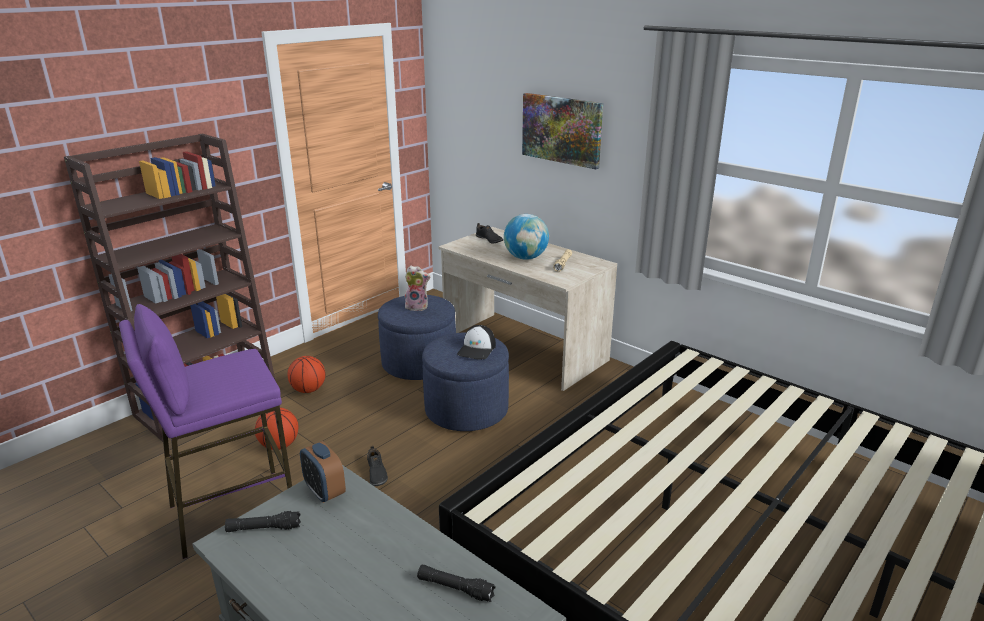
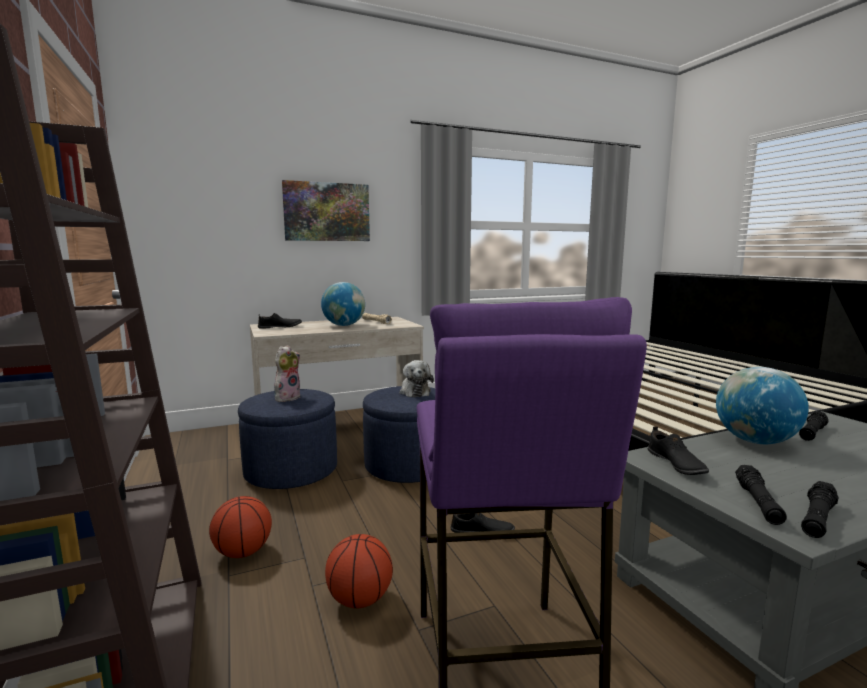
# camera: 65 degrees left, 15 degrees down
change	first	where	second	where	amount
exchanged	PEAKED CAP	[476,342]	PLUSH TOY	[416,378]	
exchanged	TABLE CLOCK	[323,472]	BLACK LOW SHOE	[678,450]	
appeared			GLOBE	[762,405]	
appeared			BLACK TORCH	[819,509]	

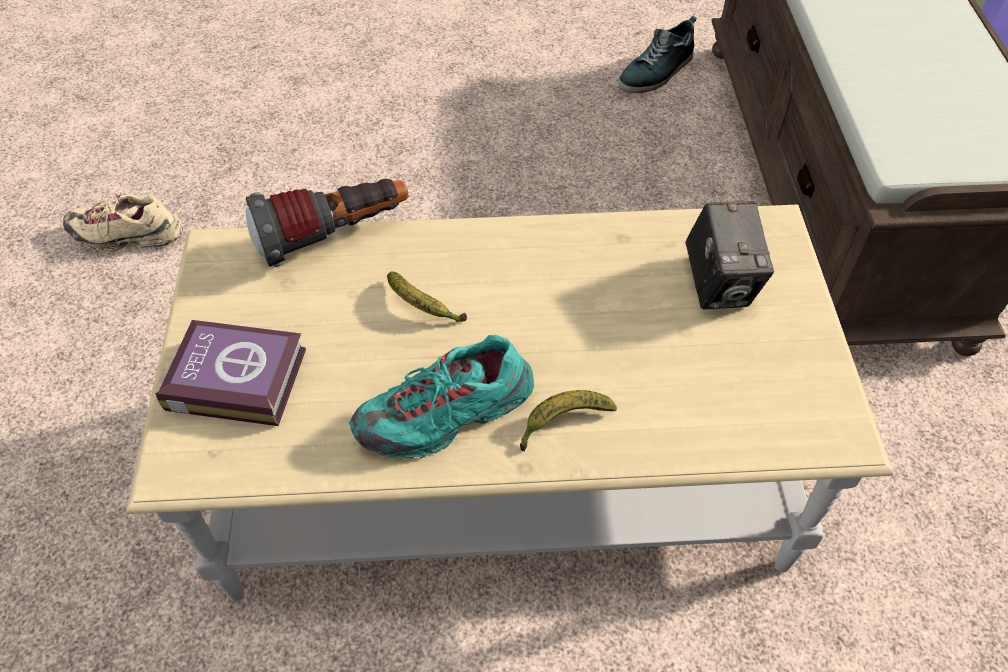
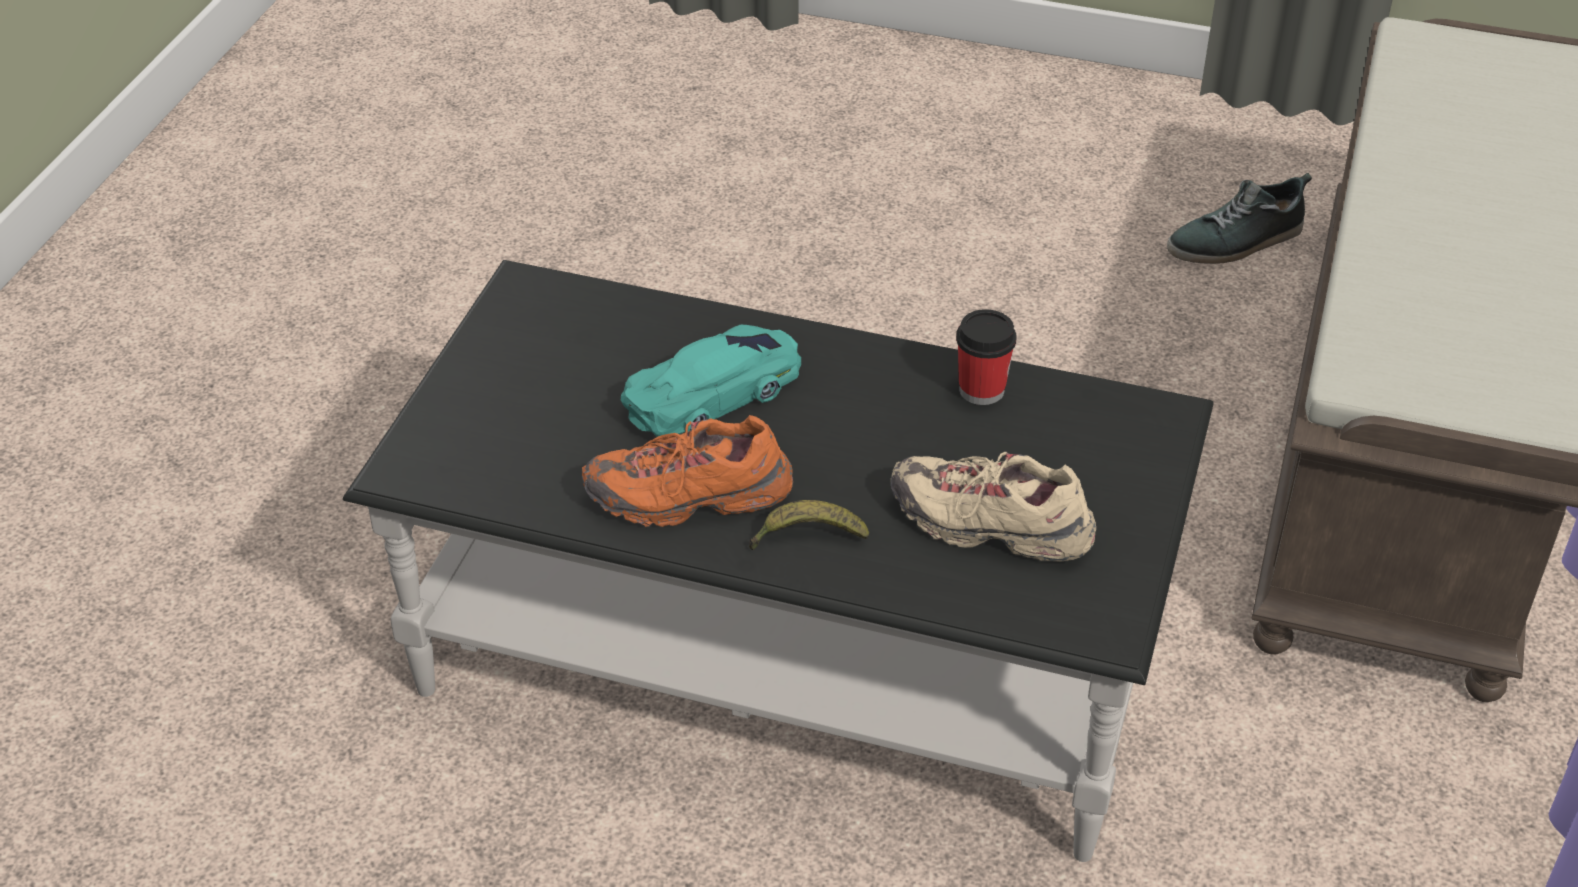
# camera: 20 degrees right, 10 degrees down
change	first	where	second	where	amount
missing	TORCH	[327,223]			
relocated	BEIGE-COLOURED LOW SHOE	[123,223]		[993,507]	
missing	STILL CAMERA	[729,255]			
colour	BEIGE-COLOURED LOW TABLE	[509,403]	BLACK LOW TABLE	[778,561]	
exchanged	BANANA FRUIT	[427,297]	BLUE-GREEN MINIATURE CAR	[711,381]	
missing	BOOK	[230,373]			
colour	BLUE-GREEN LOW SHOE	[441,396]	ORANGE LOW SHOE	[687,471]	
appeared			CUP	[986,357]	

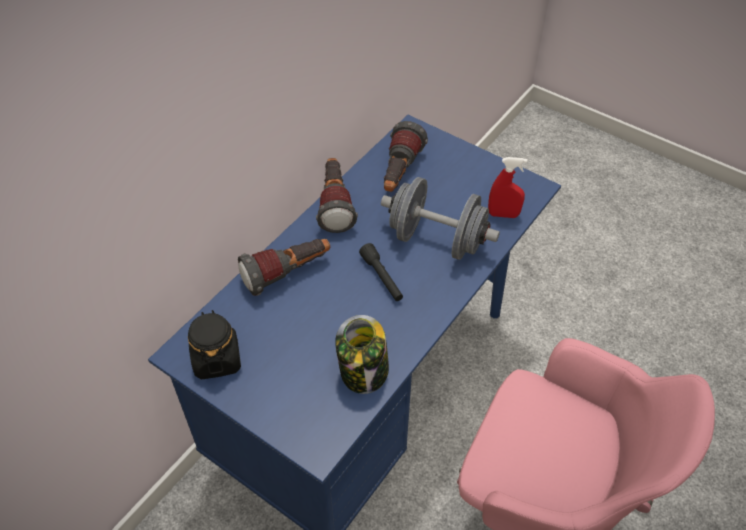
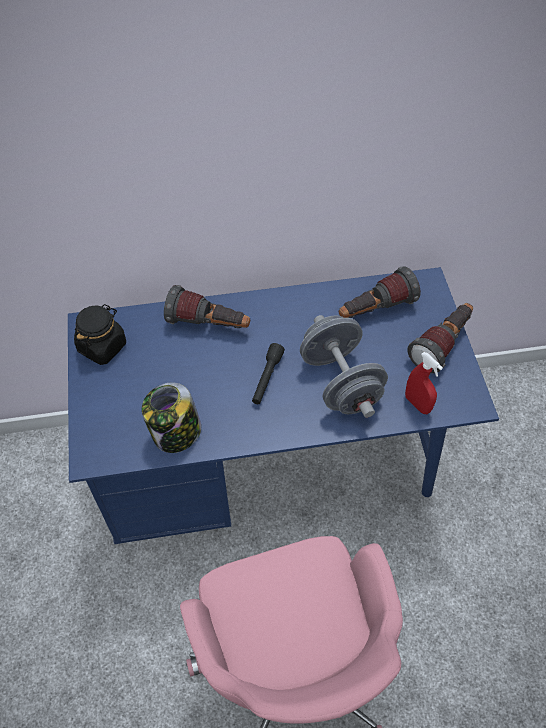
# camera: 45 degrees right, 5 degrees up
change	first	where	second	where	amount
relocated	TORCH	[337,195]		[440,338]	

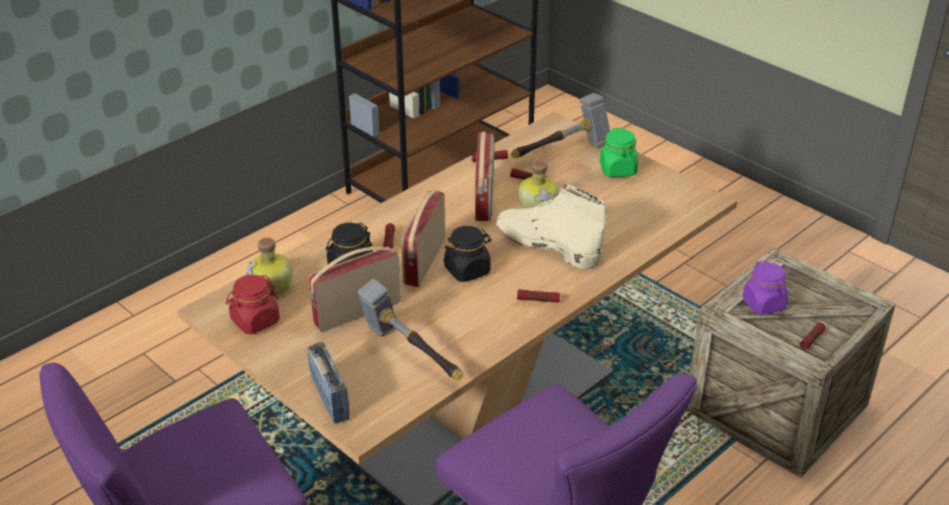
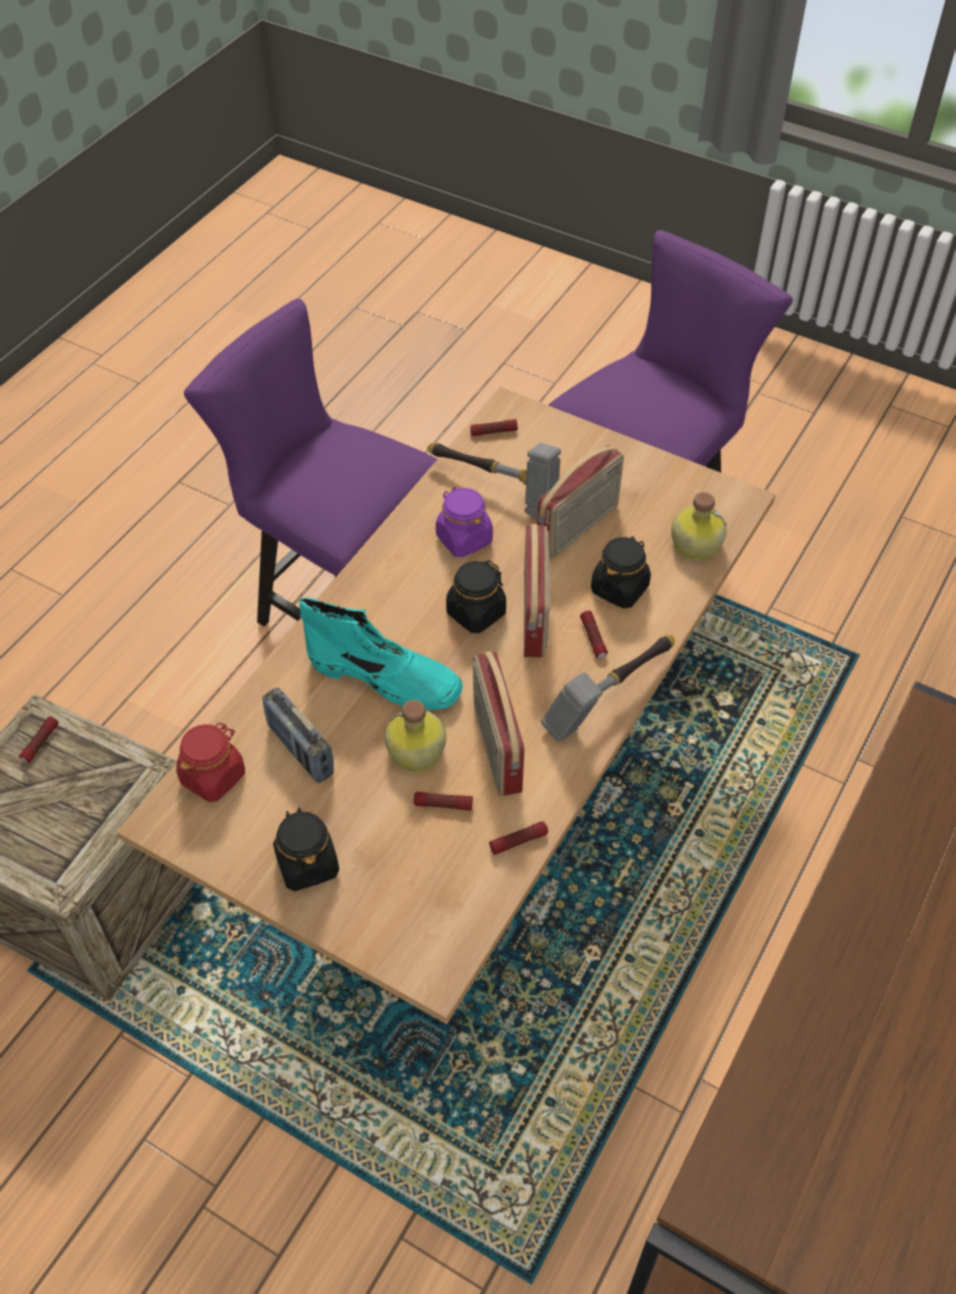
# camera: 165 degrees right, 15 degrees up
change	first	where	second	where	amount
relocated	TOOL HAMMER	[560,125]		[608,688]	
colour	GREEN-COLOURED PRESERVE JAR	[619,152]	BLACK PRESERVE JAR	[306,849]	
colour	BEIGE-COLOURED BOOT	[551,226]	BLUE-GREEN BOOT	[381,654]	
relocated	PURPLE PRESERVE JAR	[765,288]		[464,522]	
relocated	RED PRESERVE JAR	[253,304]		[210,762]	
relocated	TORCH	[538,296]		[494,427]	
relocated	RADIO SET	[328,382]		[298,735]	

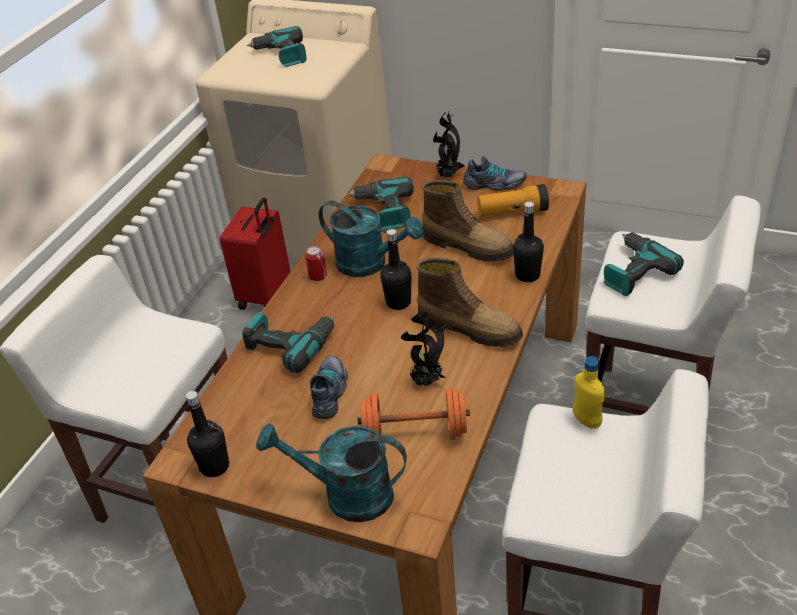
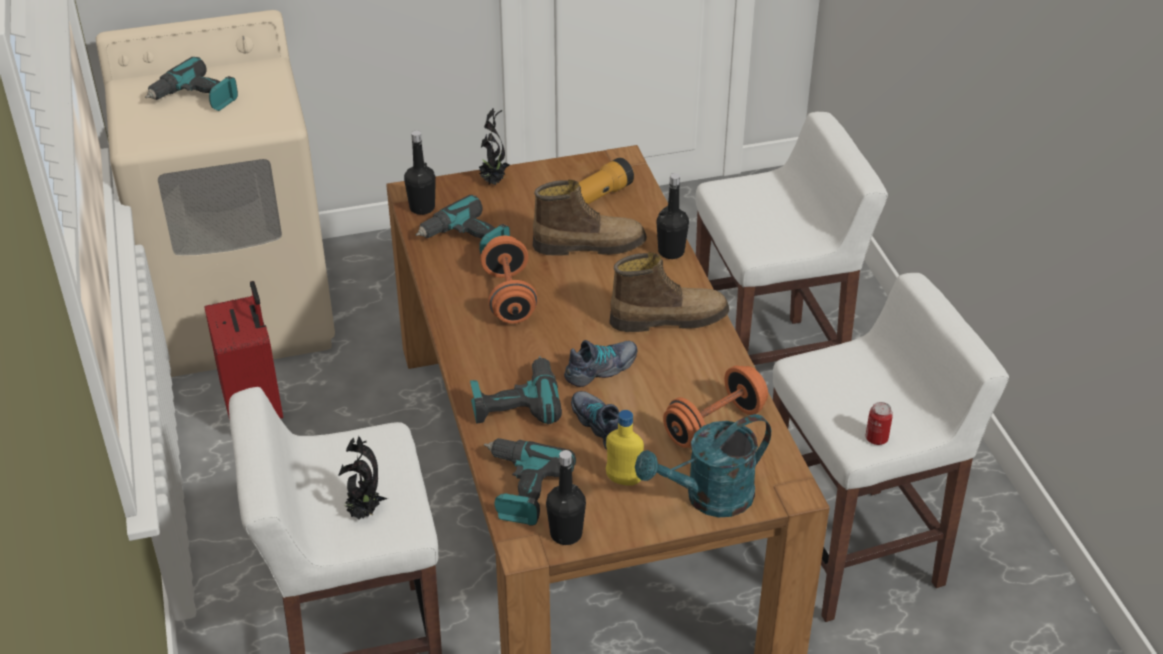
# camera: 40 degrees left, 0 degrees up
change	first	where	second	where	amount
relocated	LOW SHOE	[495,173]		[600,363]	
exchanged	BLUE-GREEN SPRINKLING CAN	[371,239]	ORANGE DUMBBELL	[509,280]	
relocated	BLACK BOTTLE	[395,269]		[420,172]	
relocated	ELECTRIC DRILL	[644,264]		[530,481]	
relocated	CAN	[316,263]		[879,423]	
relocated	HOUSEPLANT	[423,349]		[363,478]	
relocated	YELLOW-COLOURED BOTTLE	[589,392]		[625,448]	

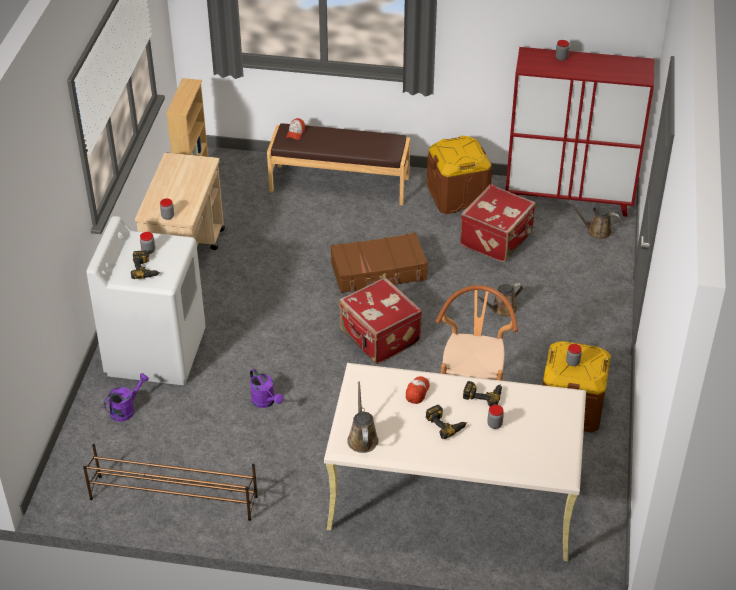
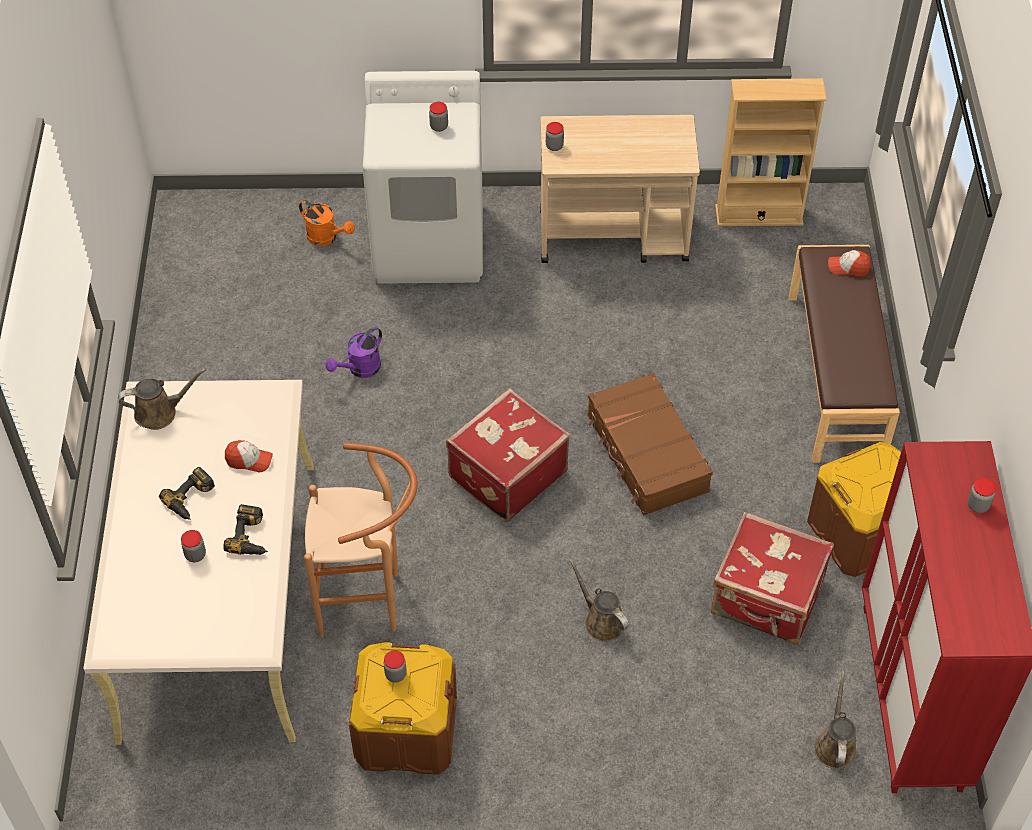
# camera: 80 degrees right, 10 degrees up
change	first	where	second	where	amount
missing	ELECTRIC DRILL	[145,264]			
colour	PURPLE SPRINKLING CAN	[126,397]	ORANGE SPRINKLING CAN	[327,223]	
missing	BROWN SHOE SHELF	[170,482]			

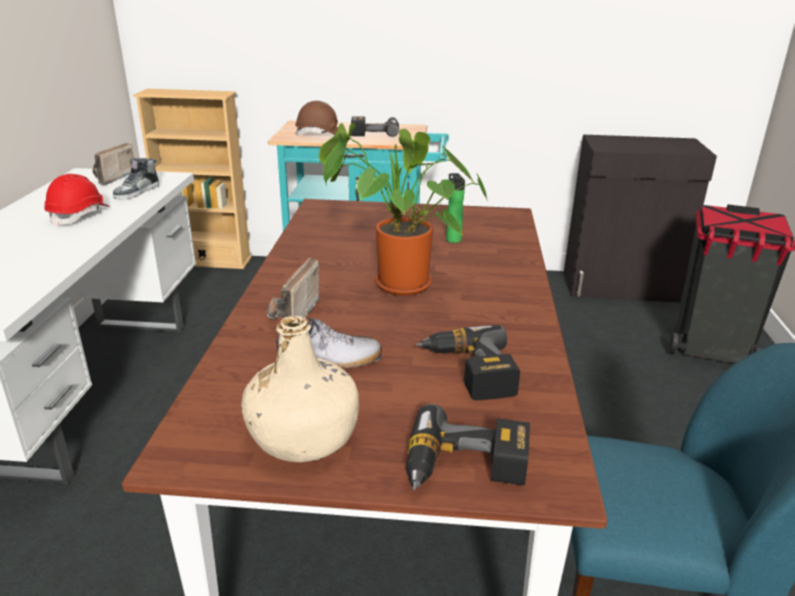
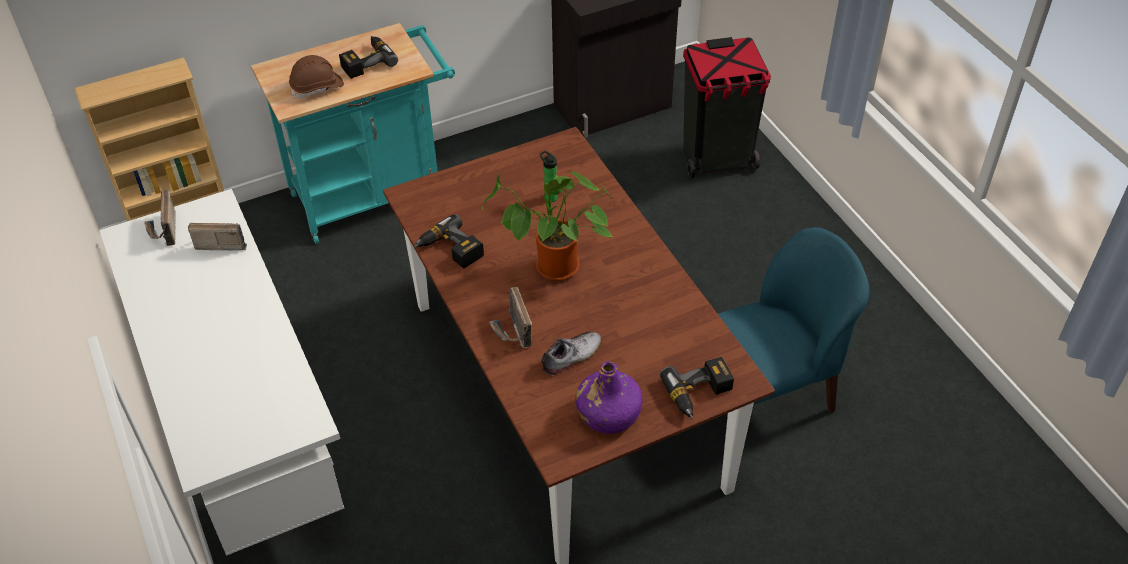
# camera: 30 degrees left, 20 degrees up
change	first	where	second	where	amount
exchanged	LOW SHOE	[136,179]	RADIO SET	[217,236]	
missing	RED HARD HAT	[77,200]			
colour	BEIGE-COLOURED BOTTLE	[300,389]	PURPLE BOTTLE	[608,397]	
relocated	ELECTRIC DRILL	[467,362]		[449,241]	

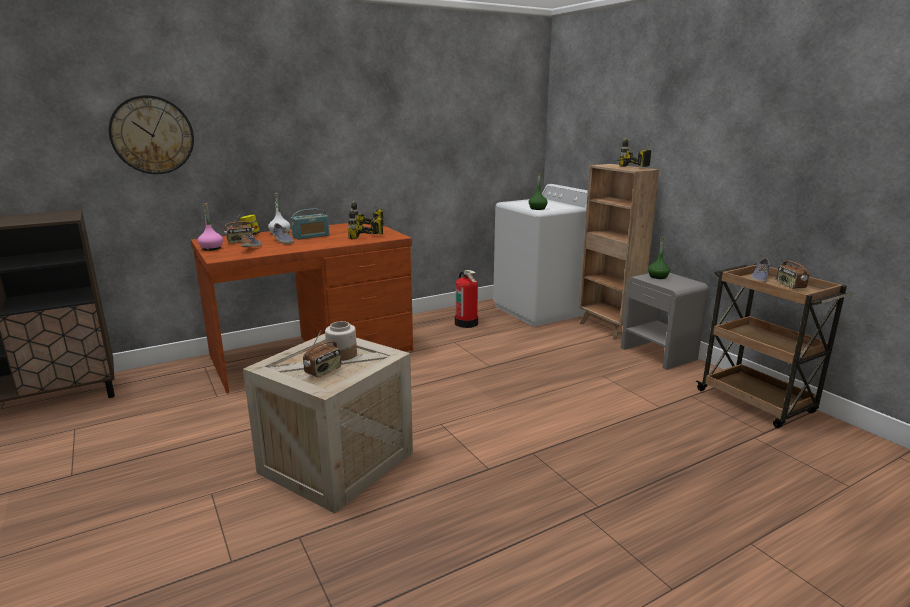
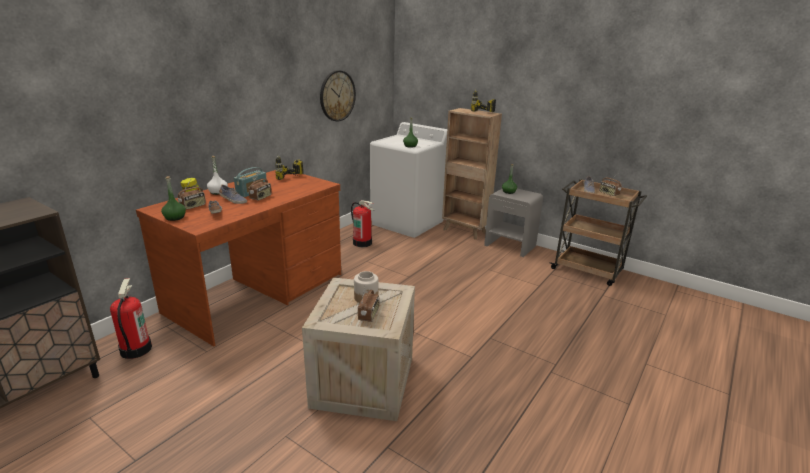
# camera: 25 degrees left, 5 degrees up
change	first	where	second	where	amount
relocated	WALL CLOCK	[151,134]		[338,95]	
colour	PINK BOTTLE	[210,227]	GREEN-COLOURED BOTTLE	[173,198]	
missing	ELECTRIC DRILL	[365,223]			
appeared			RADIO SET	[259,186]	
appeared			FIRE-FIGHTING CYLINDER	[131,318]	

